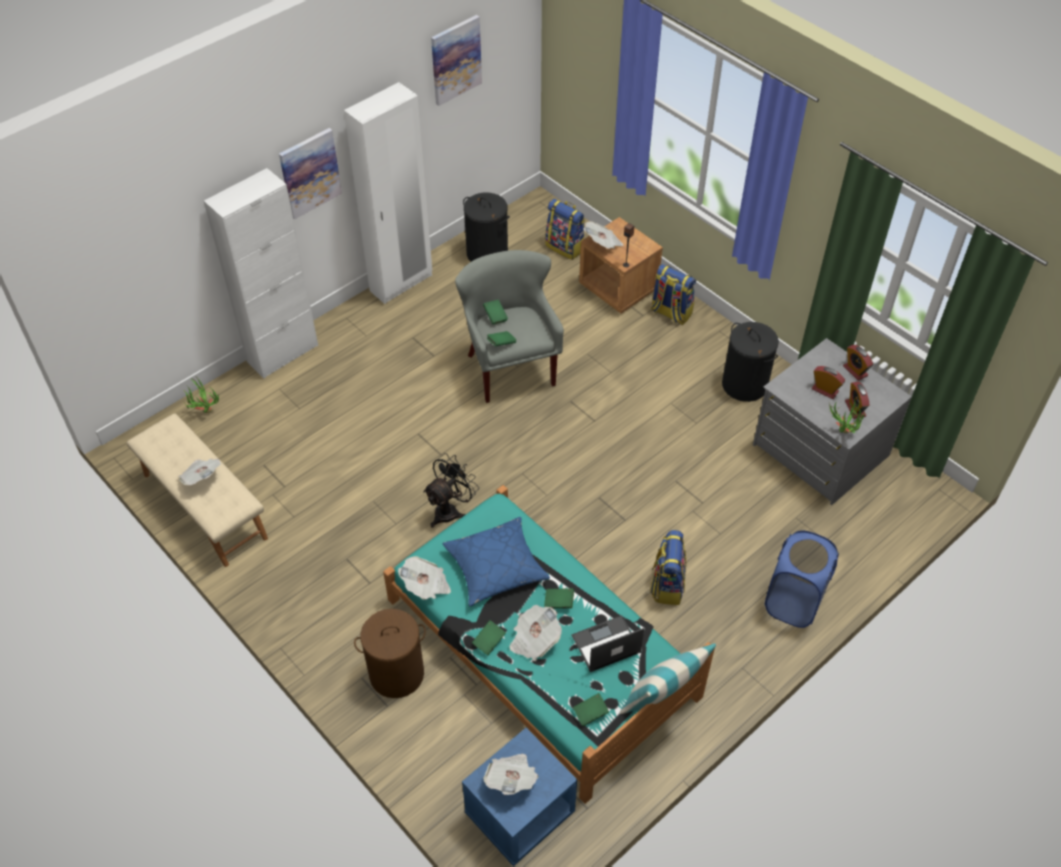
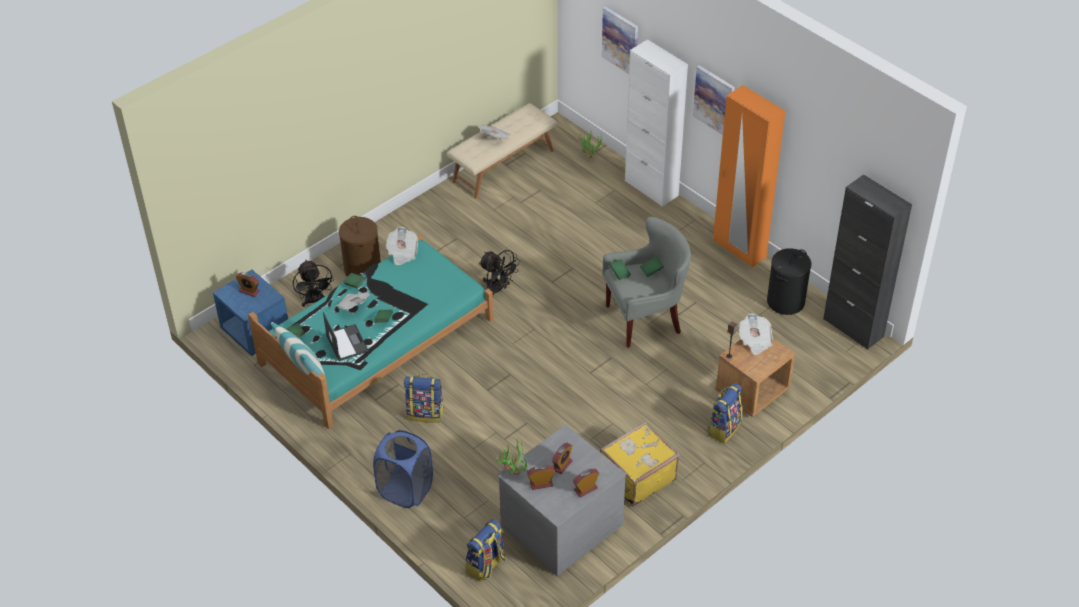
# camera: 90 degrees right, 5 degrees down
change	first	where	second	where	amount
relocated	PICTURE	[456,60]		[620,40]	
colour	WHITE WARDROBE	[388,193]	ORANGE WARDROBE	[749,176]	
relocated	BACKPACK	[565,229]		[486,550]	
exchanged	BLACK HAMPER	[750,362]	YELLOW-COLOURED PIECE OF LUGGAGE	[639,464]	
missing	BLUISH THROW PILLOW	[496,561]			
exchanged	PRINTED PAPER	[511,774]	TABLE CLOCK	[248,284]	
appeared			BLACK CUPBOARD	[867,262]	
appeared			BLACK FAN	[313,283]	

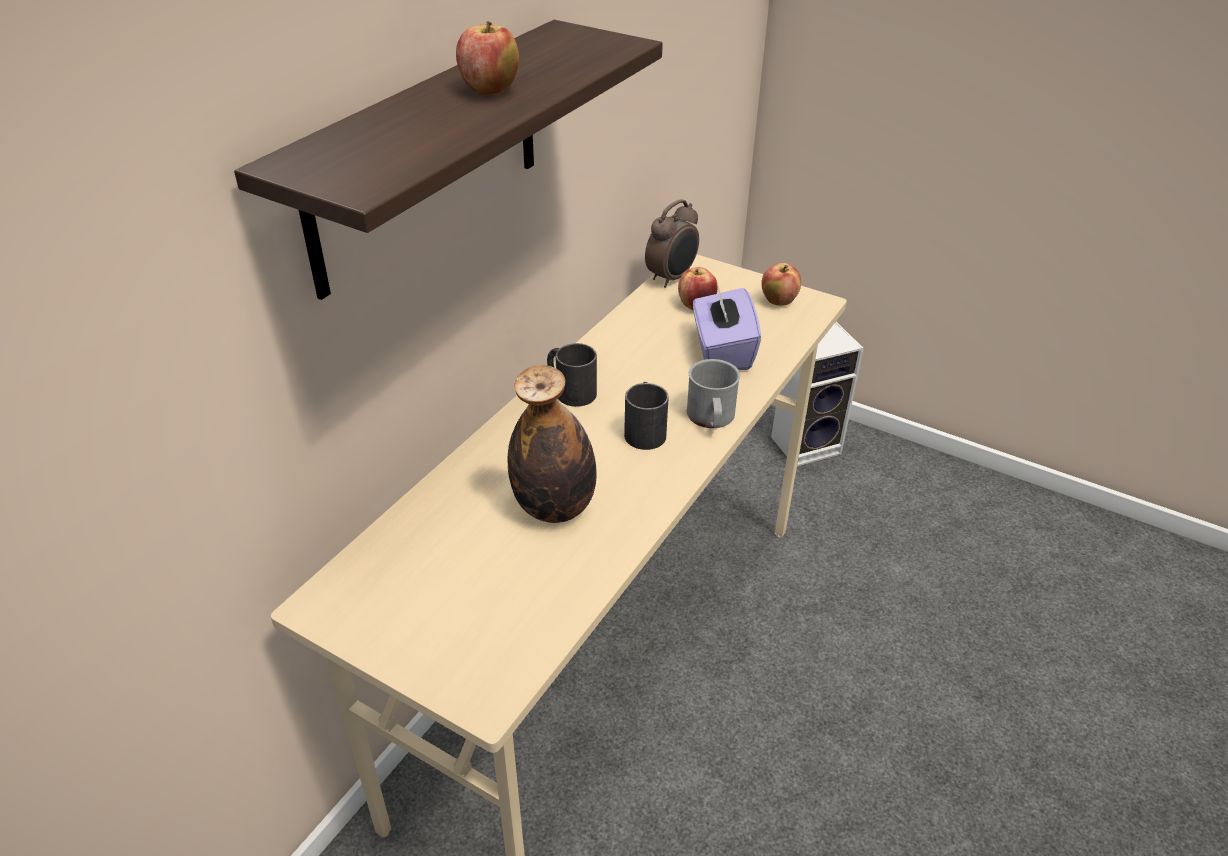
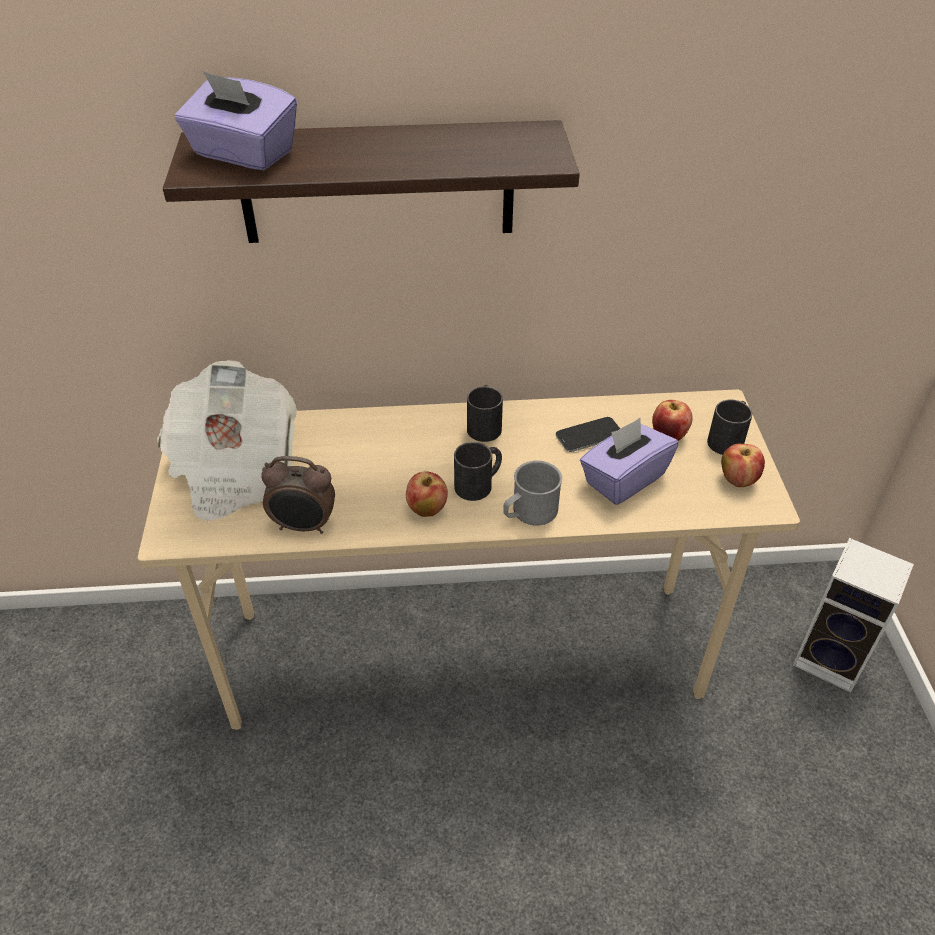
# camera: 55 degrees right, 5 degrees up
change	first	where	second	where	amount
relocated	APPLE FRUIT	[487,58]		[427,494]	
relocated	TABLE CLOCK	[672,243]		[298,495]	
missing	BOTTLE	[552,444]			
appeared			PURPLE TISSUE BOX	[236,120]	
appeared			PRINTED PAPER	[227,440]	
appeared			BLACK TEA MUG	[729,427]	
appeared			HANDSET	[588,434]	

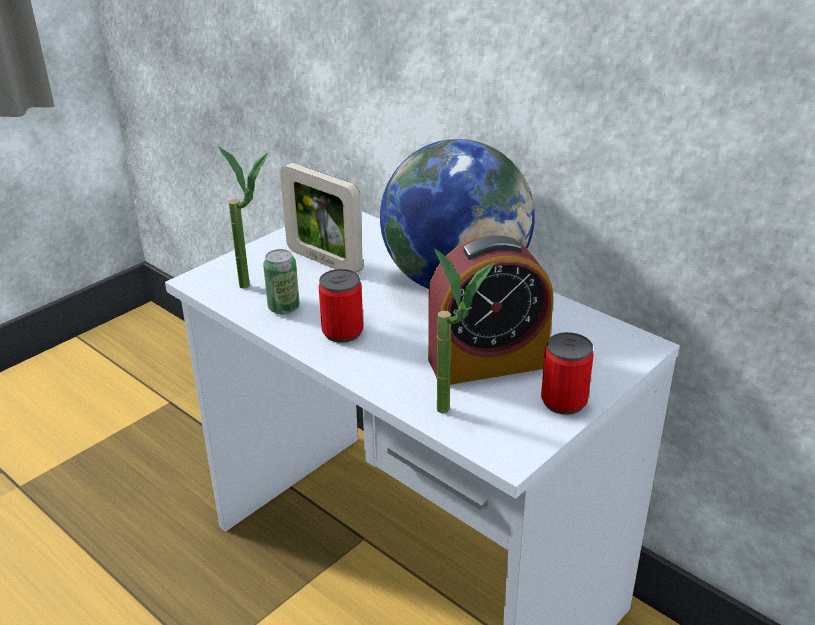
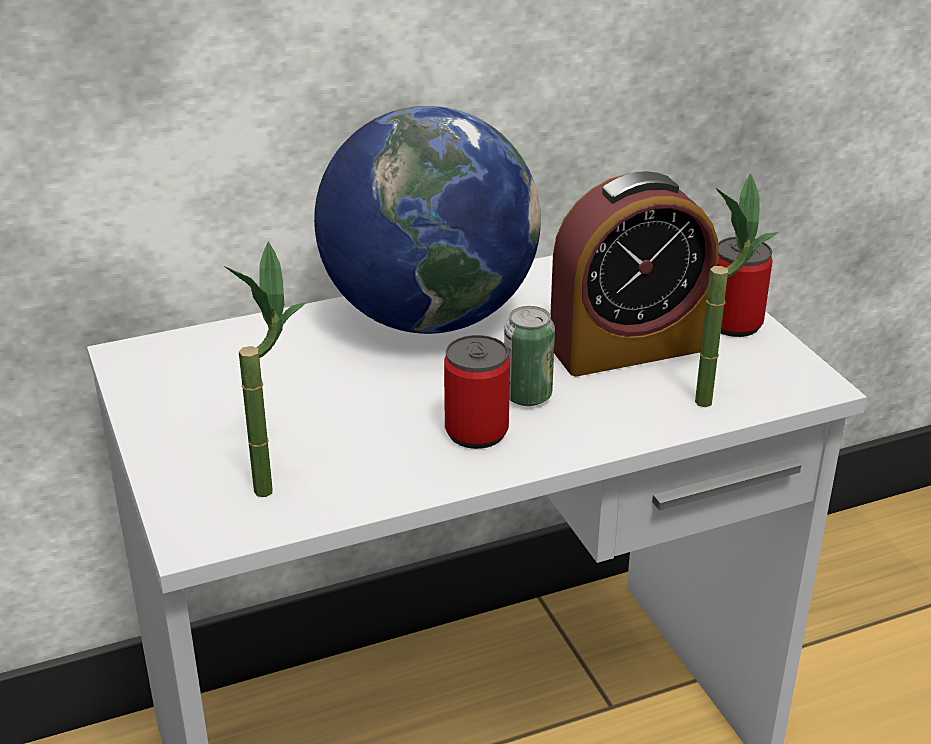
# camera: 65 degrees left, 0 degrees up
change	first	where	second	where	amount
missing	STANDING FRAME	[321,218]			
spun	TABLE CLOCK	[490,310]		[634,273]	60 degrees clockwise
relocated	CAN	[281,281]		[529,356]	

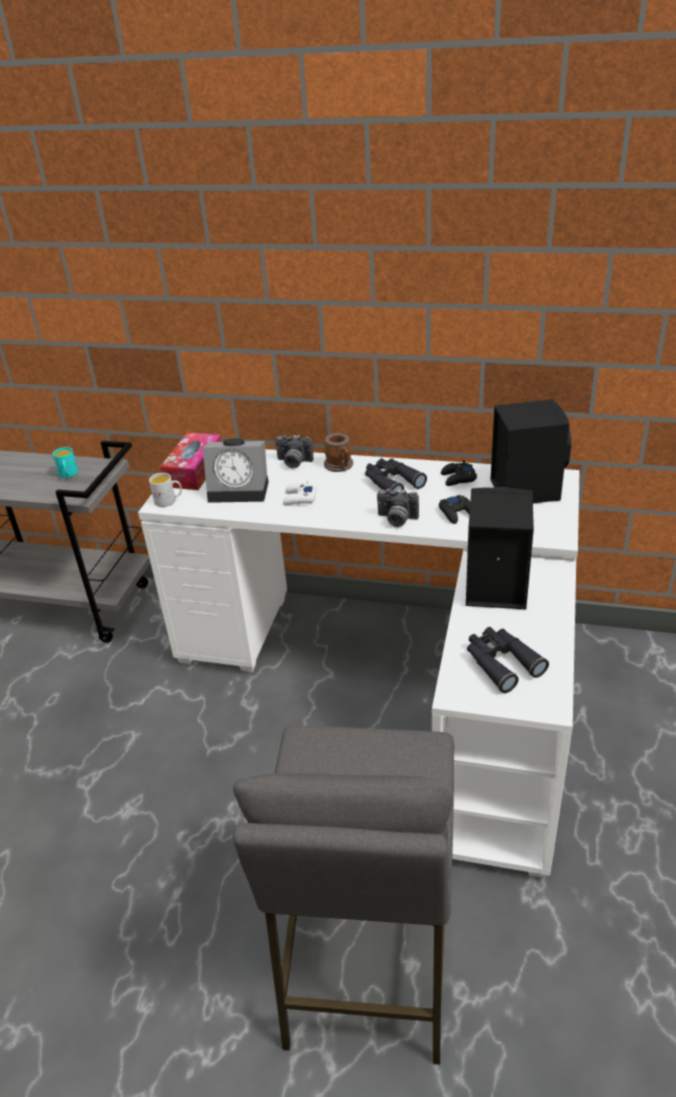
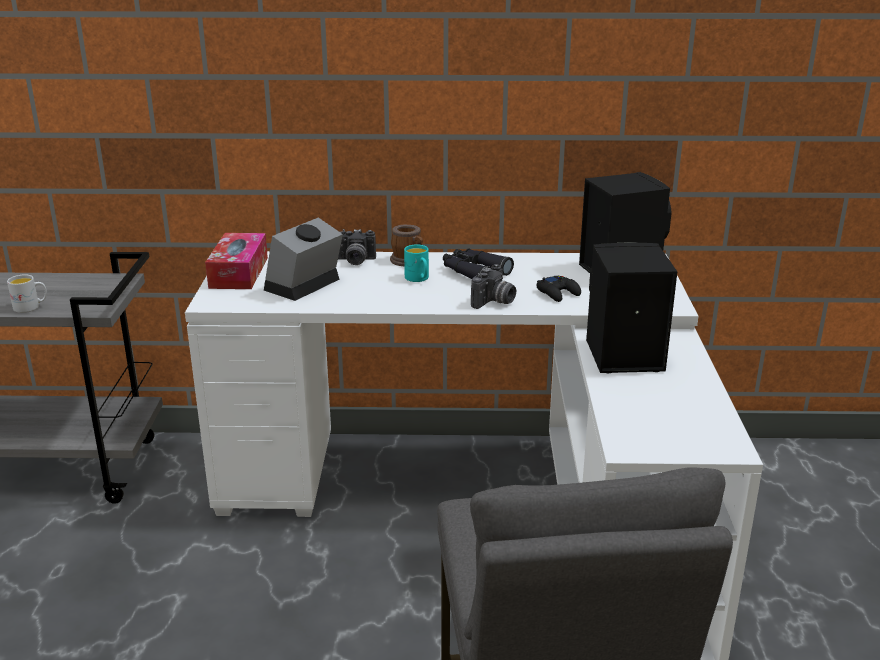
# camera: 15 degrees left, 10 degrees down
change	first	where	second	where	amount
spun	TABLE CLOCK	[236,470]		[303,259]	135 degrees clockwise
relocated	BLUE-GREEN TEA MUG	[65,462]		[416,263]	
missing	BLACK GAME CONTROLLER	[459,473]			
relocated	WHITE TEA MUG	[165,490]		[27,294]	
missing	WHITE GAME CONTROLLER	[300,492]			
spun	STILL CAMERA	[398,508]		[493,286]	60 degrees counterclockwise
missing	BLACK PAIR OF BINOCULARS	[508,660]			

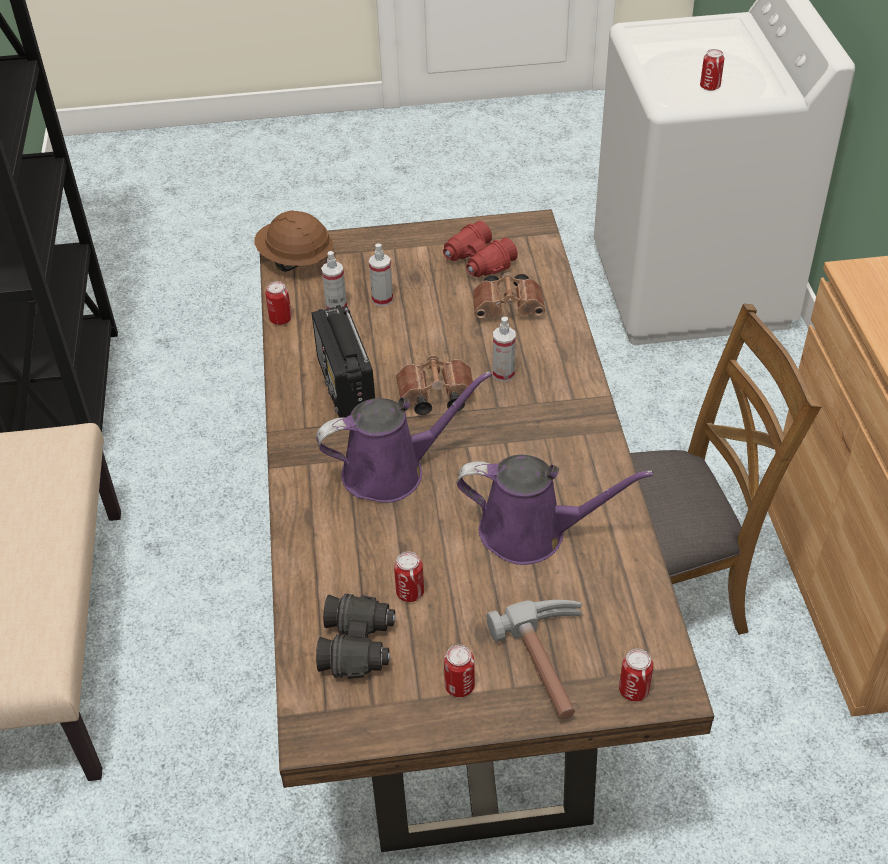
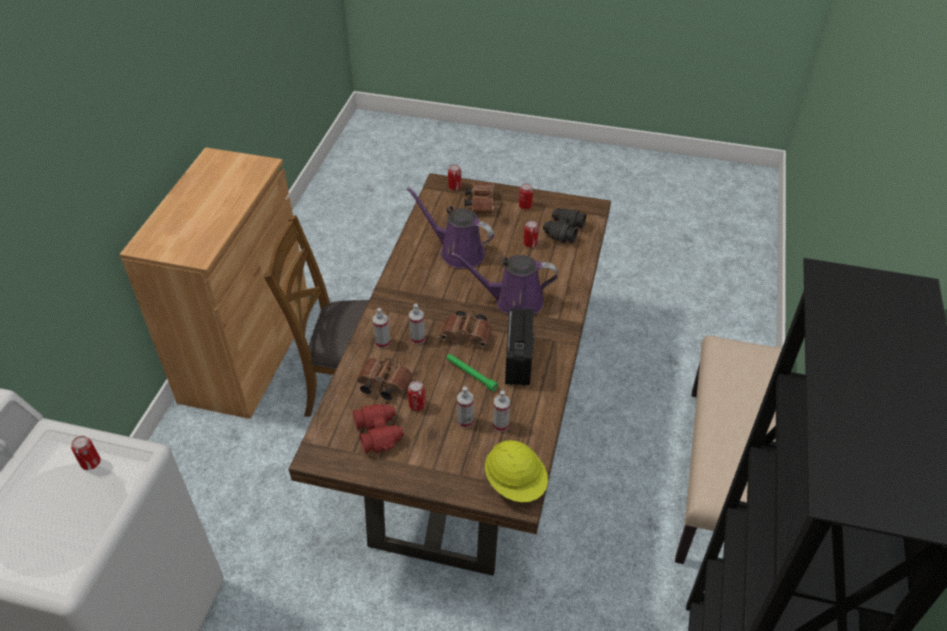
# camera: 160 degrees left, 0 degrees up
change	first	where	second	where	amount
colour	BROWN HARD HAT	[293,241]	YELLOW-COLOURED HARD HAT	[516,471]	
relocated	CAN	[278,303]		[417,396]	
exchanged	TOOL HAMMER	[535,660]	BROWN PAIR OF BINOCULARS	[480,197]	
appeared			HAND SPRAYER	[381,328]	
appeared			GREEN-COLOURED TORCH	[472,372]	

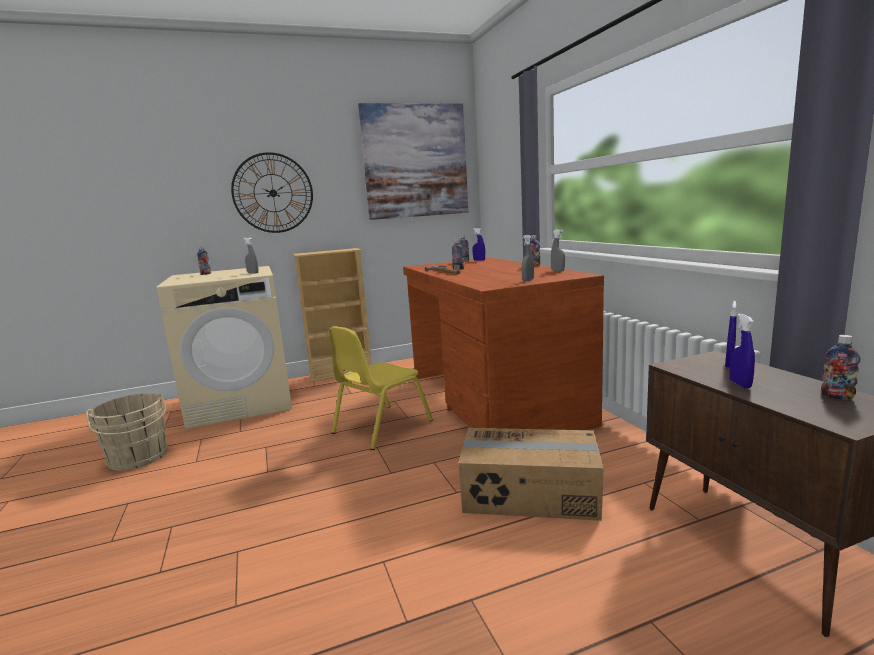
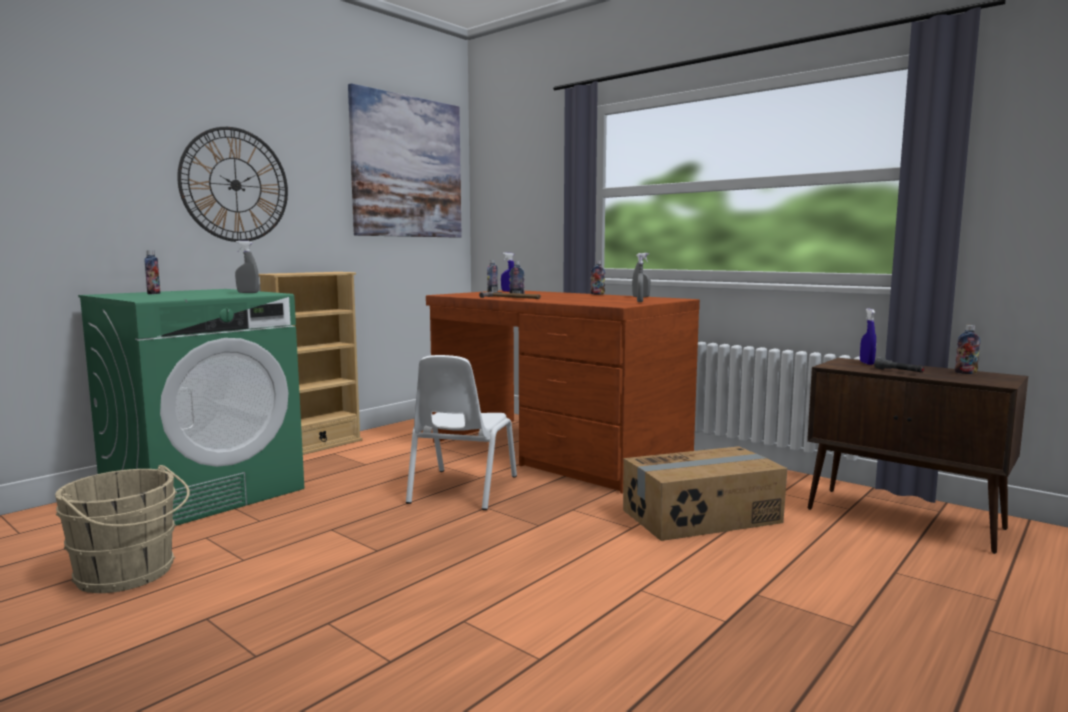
# camera: 30 degrees left, 5 degrees down
change	first	where	second	where	amount
colour	BEIGE-COLOURED LAUNDRY APPLIANCE	[224,347]	GREEN-COLOURED LAUNDRY APPLIANCE	[191,407]	
exchanged	BLUISH HAND SPRAYER	[742,351]	GREYISH TORCH	[899,365]	
colour	YELLOW-COLOURED UPRIGHT CHAIR	[381,388]	WHITE UPRIGHT CHAIR	[461,432]	

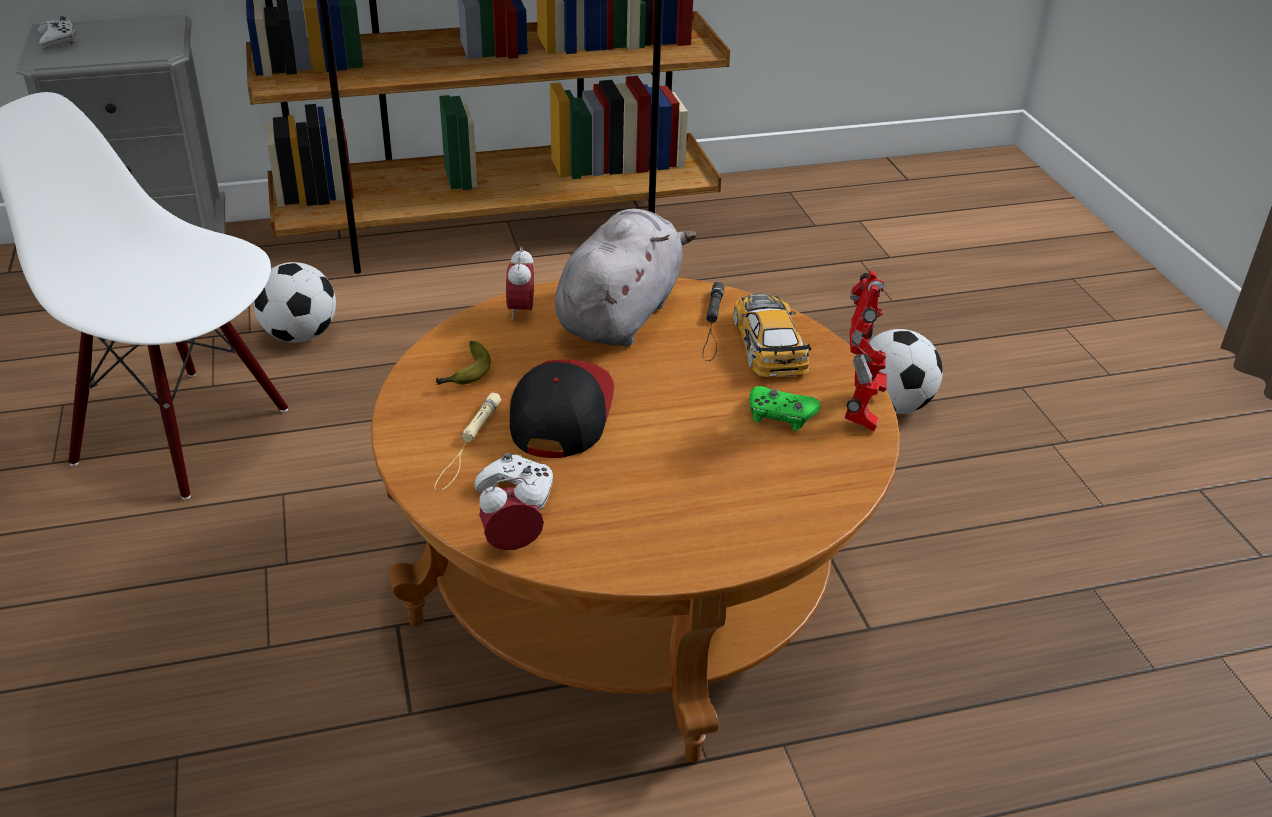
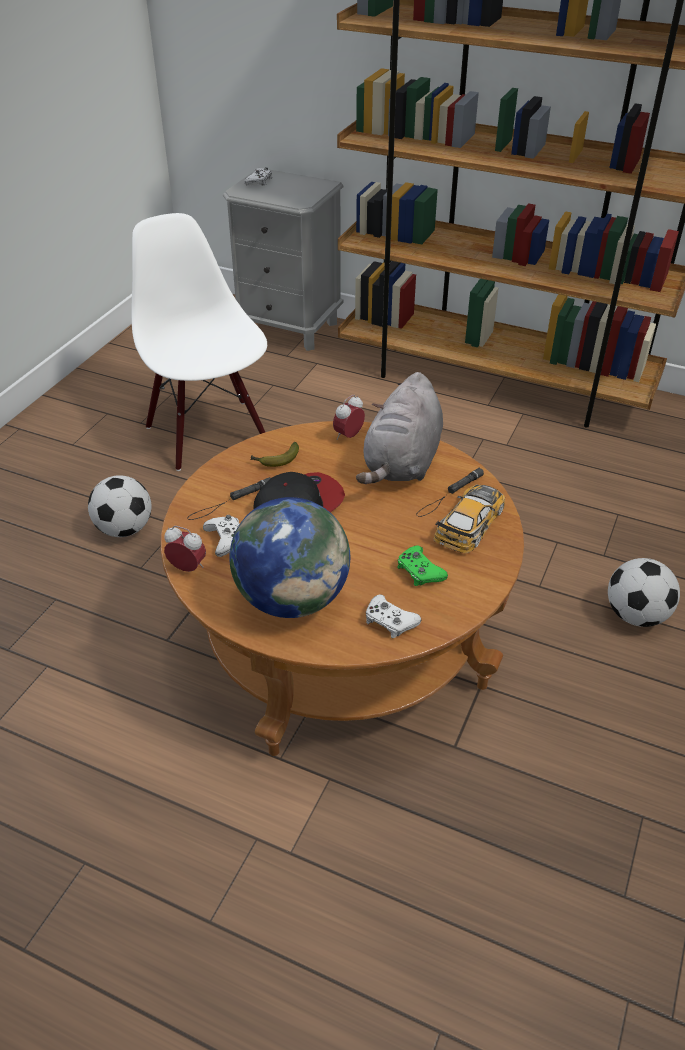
# camera: 40 degrees right, 5 degrees up
change	first	where	second	where	amount
spun	GREYISH PLUSH TOY	[625,278]		[399,428]	135 degrees clockwise
relocated	BALL FOR FOOTBALL	[294,302]		[120,506]	
missing	TOY ROBOT	[866,351]			
colour	BEIGE-COLOURED TORCH	[467,441]	BLACK TORCH	[229,498]	
appeared			GLOBE	[289,557]	
appeared			WHITE GAME CONTROLLER	[393,616]	

